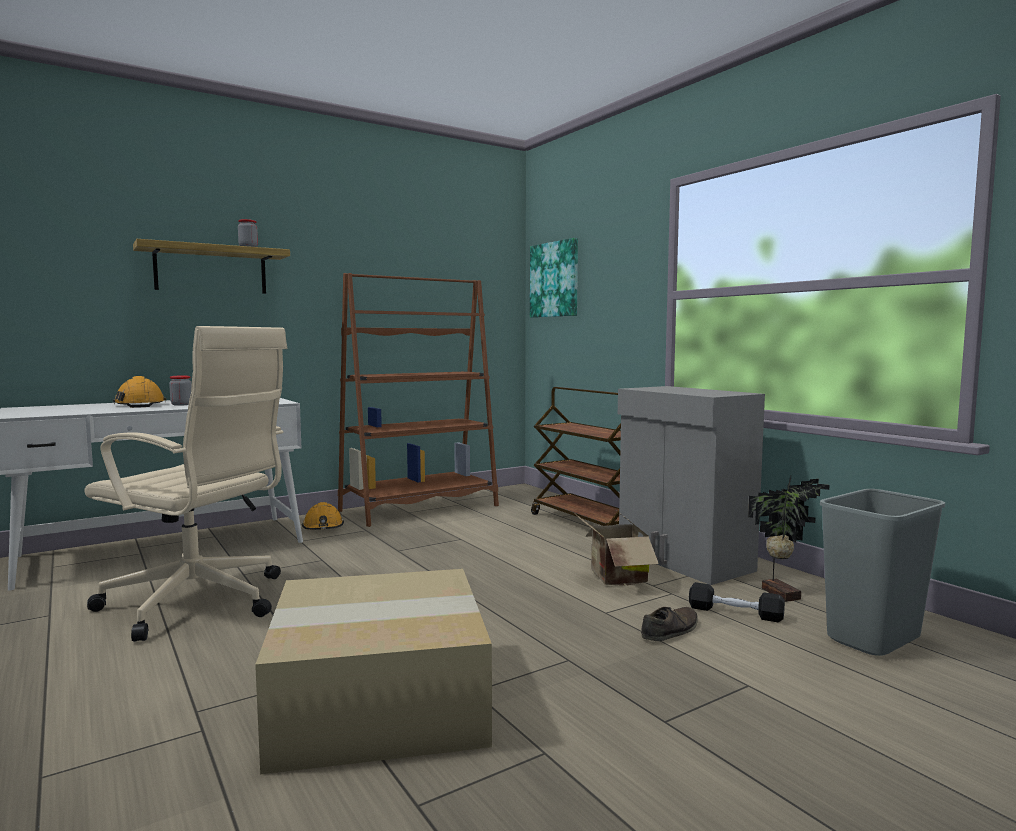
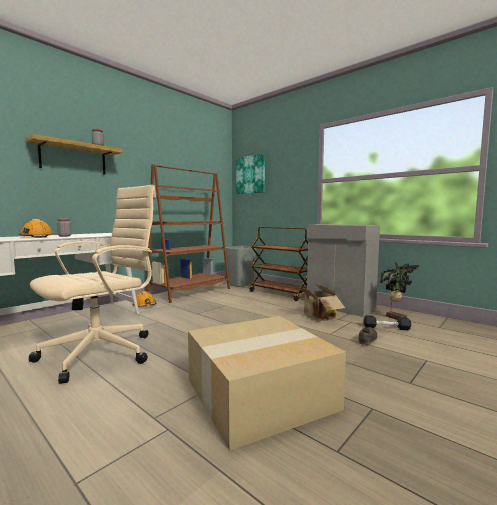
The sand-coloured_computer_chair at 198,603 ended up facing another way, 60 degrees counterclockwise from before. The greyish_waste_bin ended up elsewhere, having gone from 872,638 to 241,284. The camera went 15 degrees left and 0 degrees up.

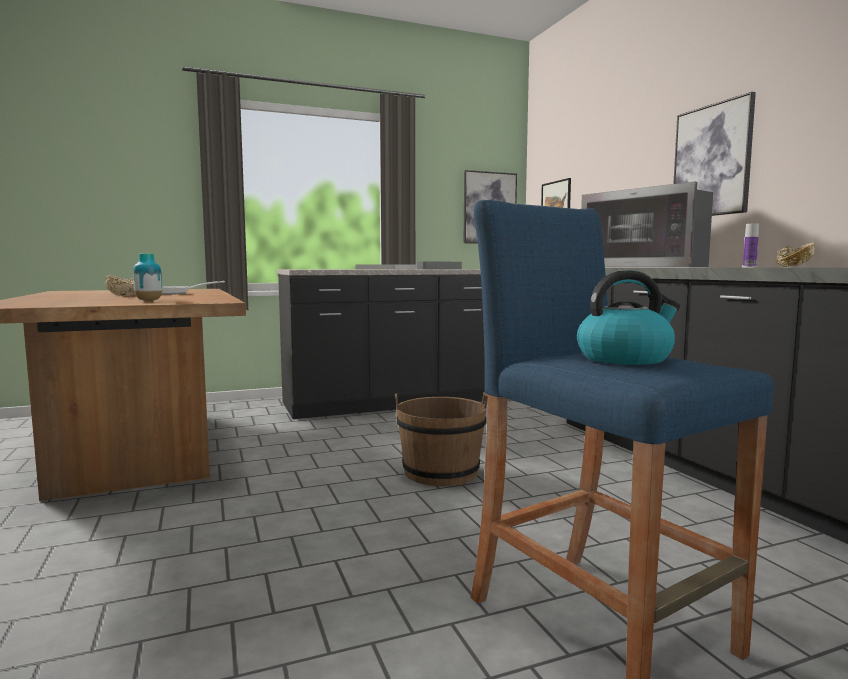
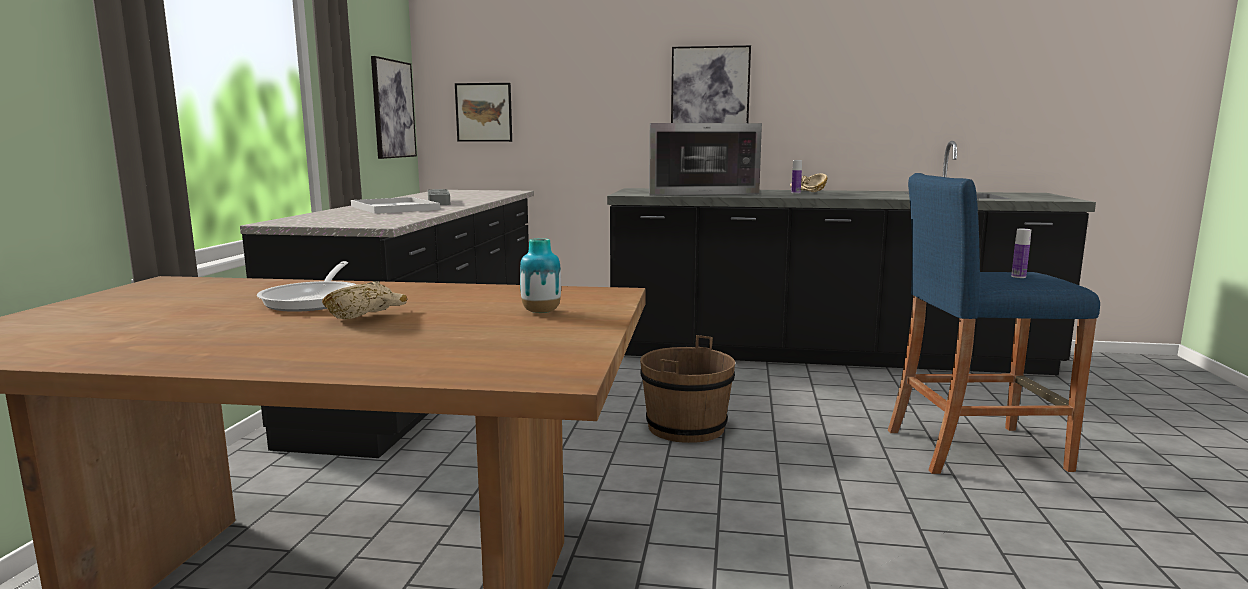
Where the kettle stood at 625,358, the beverage_bottle came to stand at 1018,276. The camera went 60 degrees left and 5 degrees up.

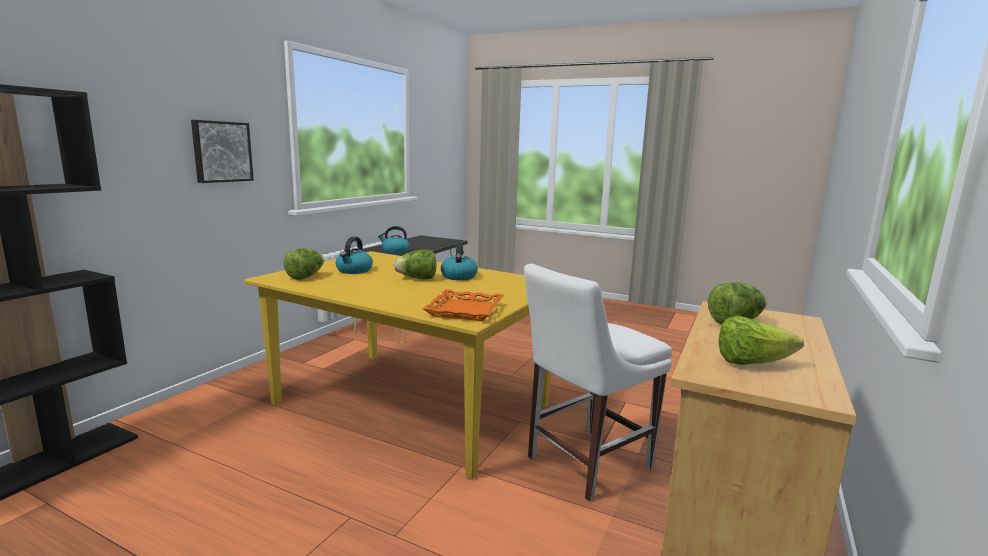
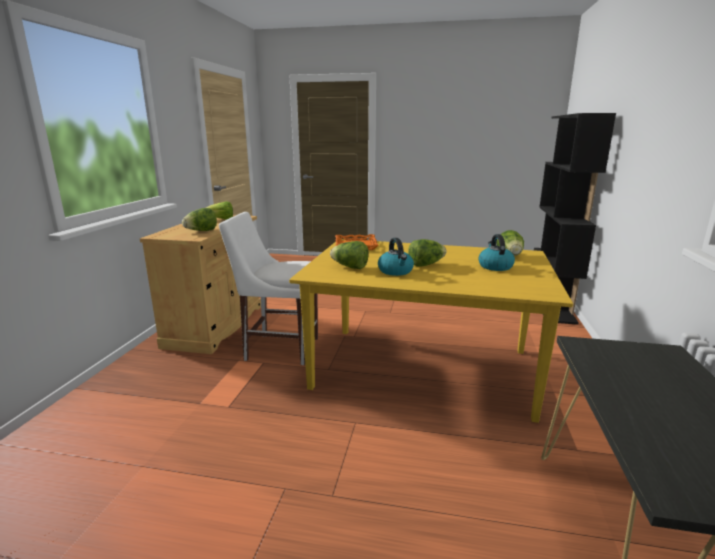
The whitish_upright_chair at 584,463 ended up facing another way, 120 degrees counterclockwise from before. The second view gained the lettuce at 350,267. The second view lost the picture at 221,151. The second view lost the kettle at 395,251. The camera went 165 degrees right and 5 degrees up.

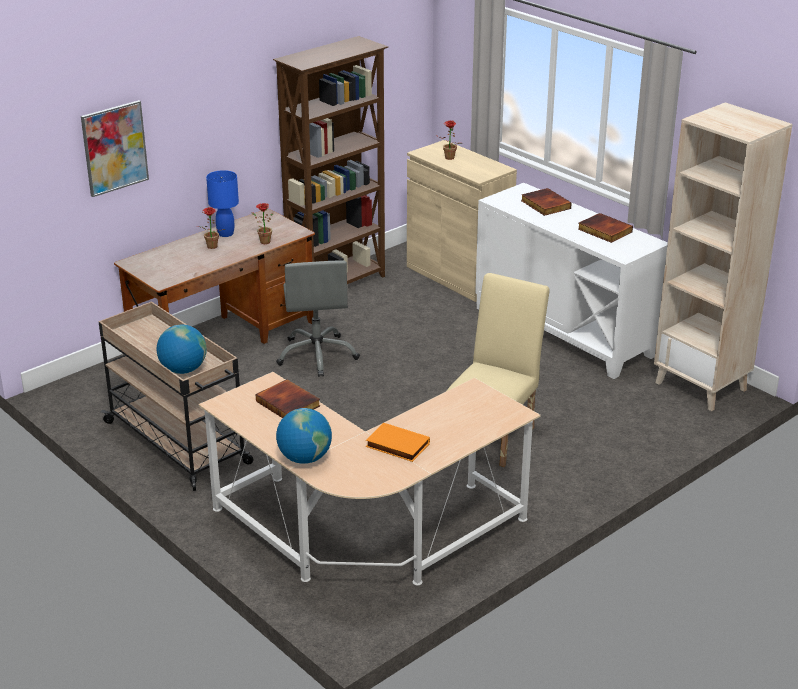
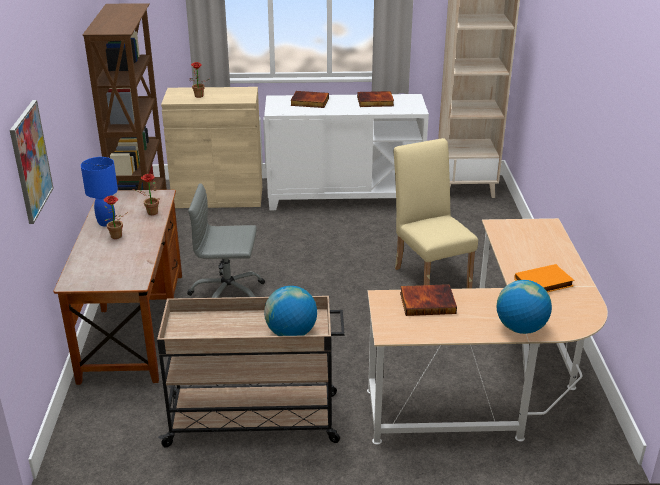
The greyish_computer_chair at 317,355 ended up facing another way, 150 degrees clockwise from before. The camera went 50 degrees left and 0 degrees up.

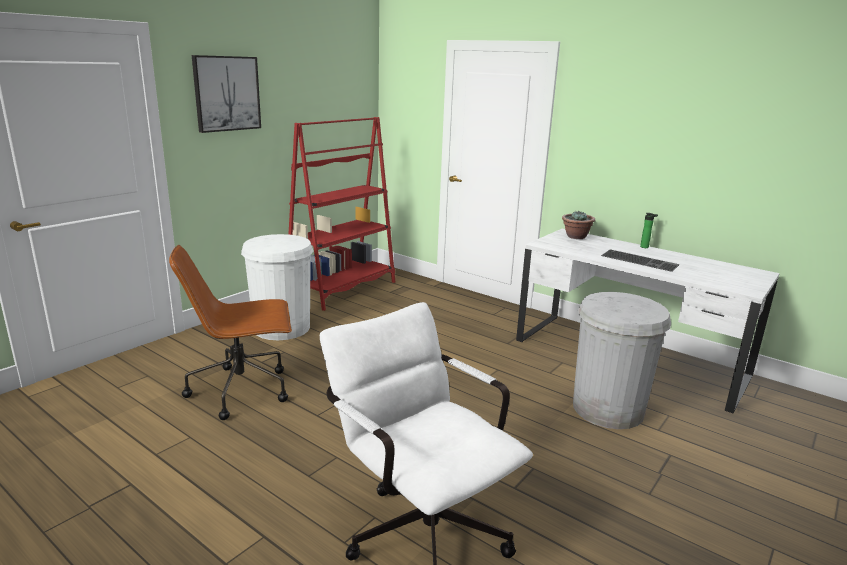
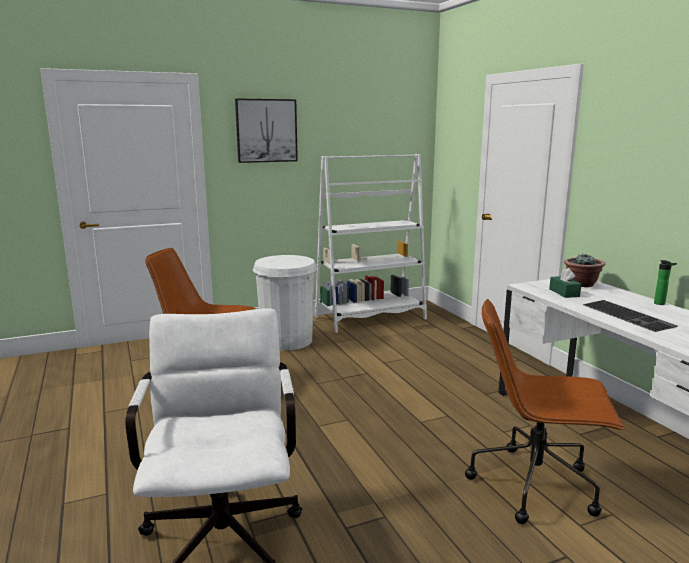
What was the reddish_shelving_unit at 342,289 turned into the whitish_shelving_unit at 370,318. Where the whitish_waste_bin stood at 607,409, the brownish_computer_chair came to stand at 536,485. The second view gained the green_tissue_holder at 564,293. The camera went 30 degrees right and 5 degrees down.

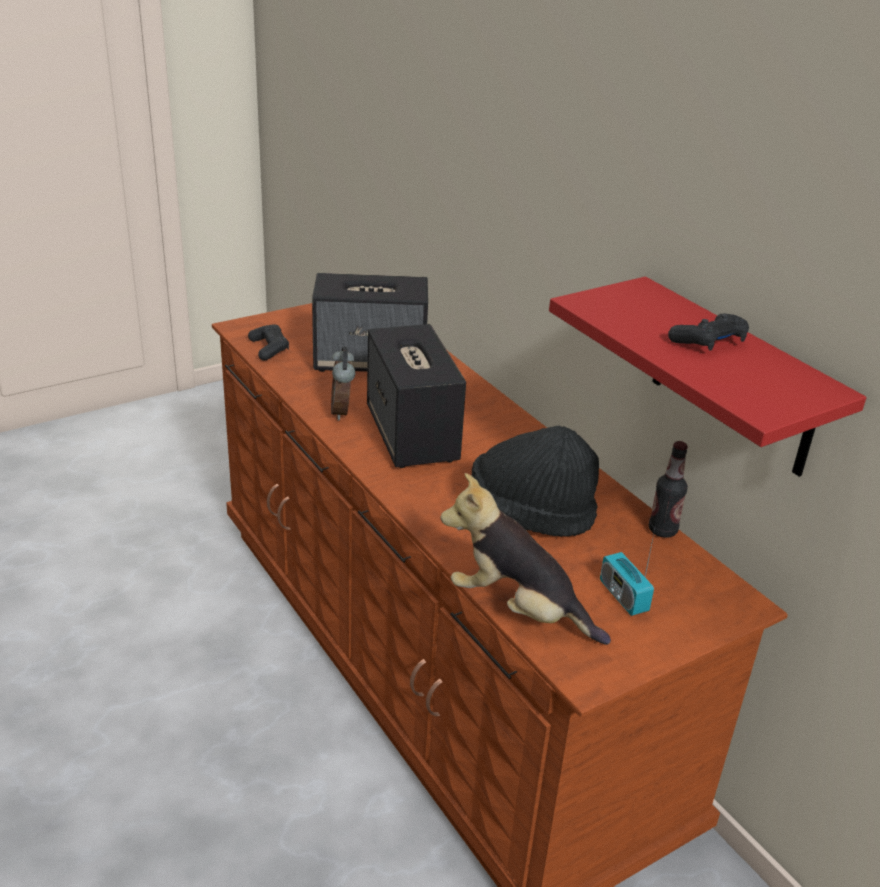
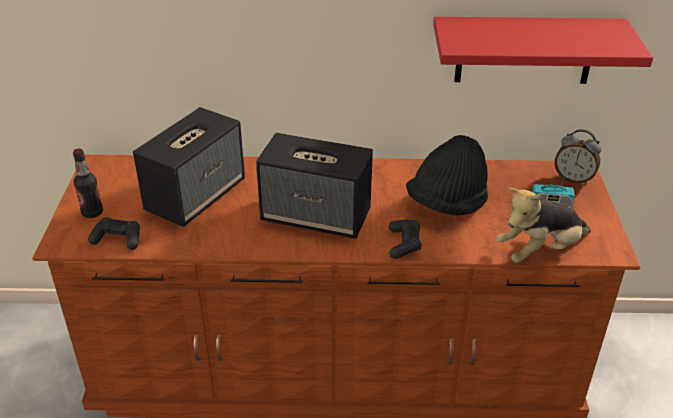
The beverage_bottle ended up elsewhere, having gone from 662,530 to 92,213. The black_game_controller ended up elsewhere, having gone from 709,342 to 404,244. The bedside_clock ended up elsewhere, having gone from 342,411 to 573,178. The camera went 55 degrees left and 5 degrees up.

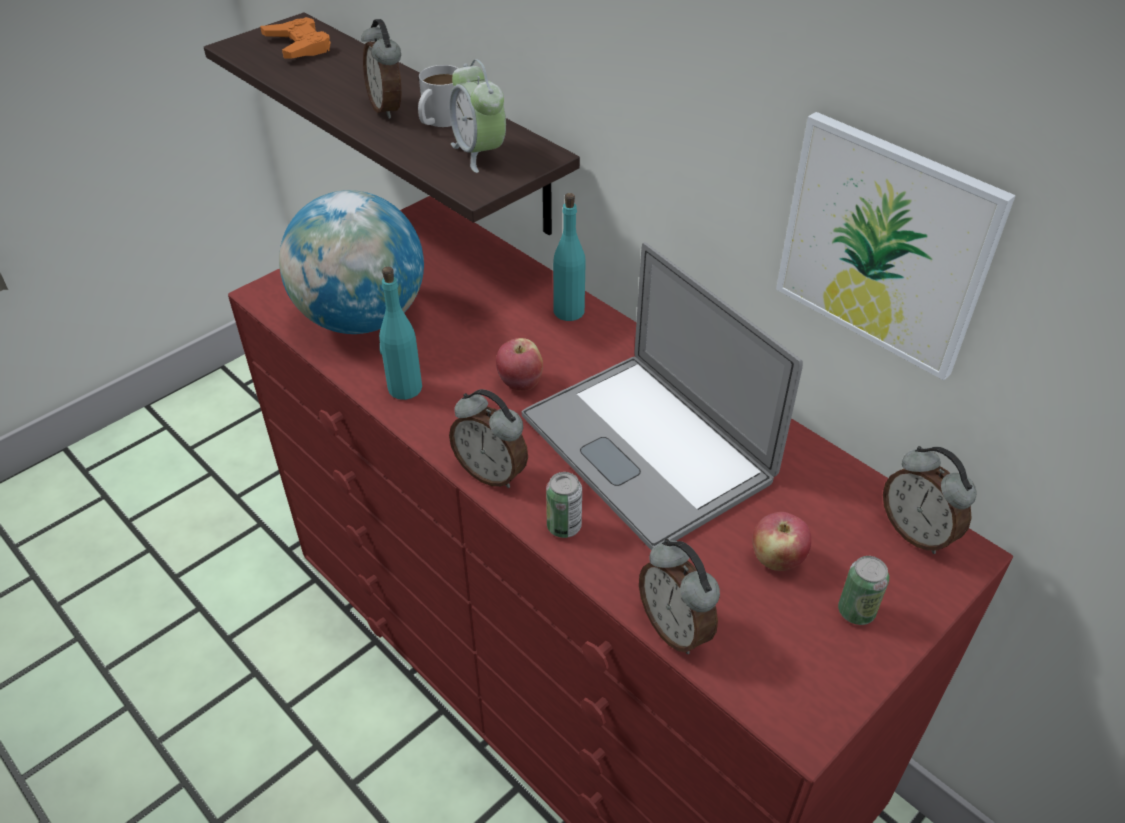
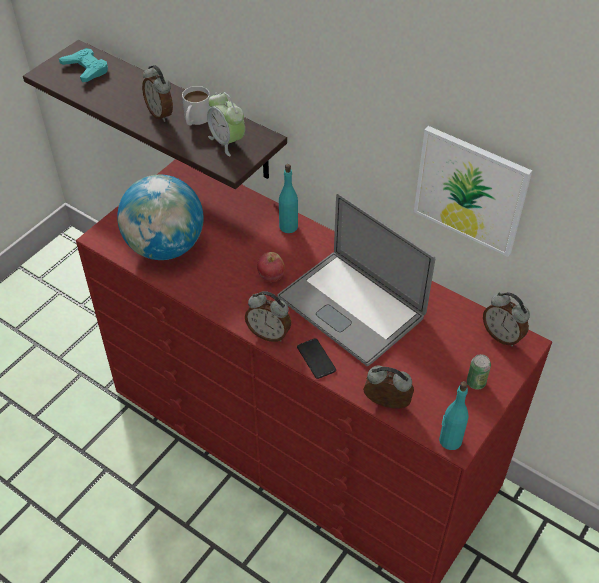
What was the orangey_game_controller at 299,46 turned into the turquoise-coloured_game_controller at 86,69. Where the sealed_can stood at 564,526, the telephone came to stand at 316,359. The bedside_clock at 676,628 ended up facing another way, 150 degrees clockwise from before. The turquoise-coloured_beverage_bottle ended up elsewhere, having gone from 404,388 to 450,440. The second view lost the whole_apple at 776,559. The camera went 10 degrees left and 5 degrees up.

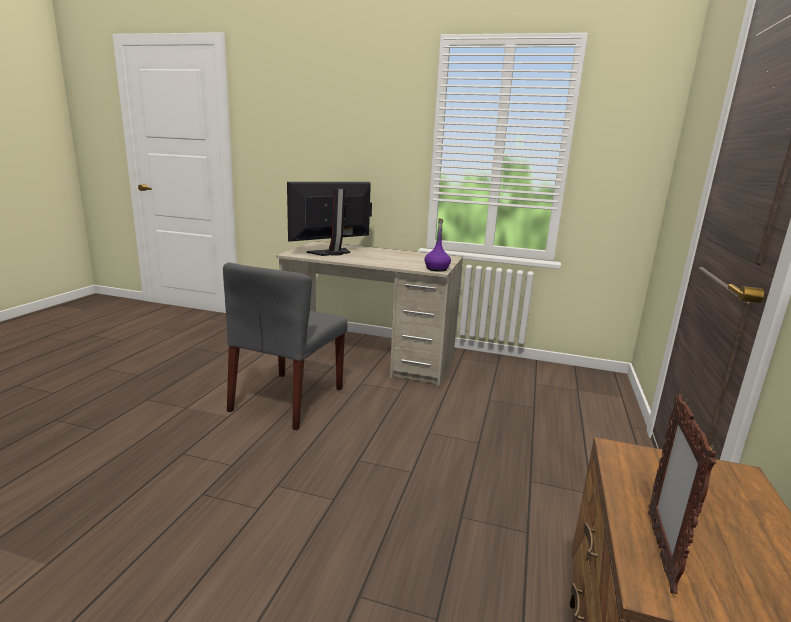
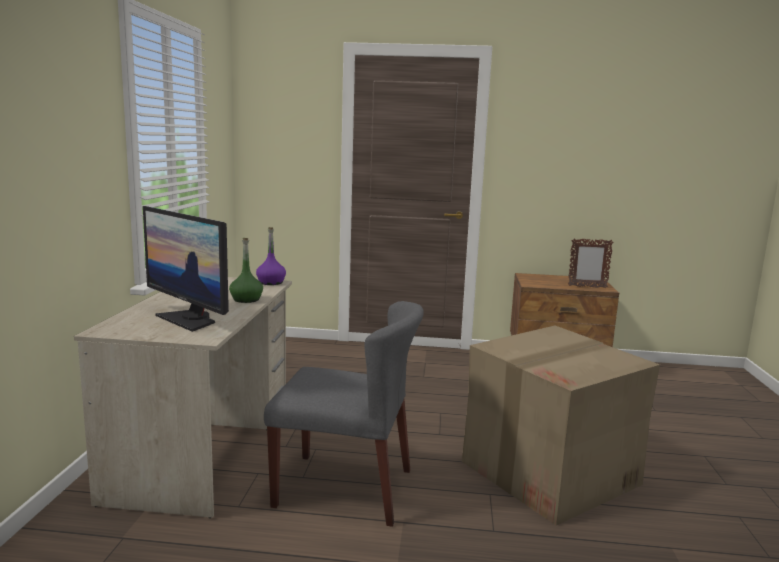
The second view gained the green_beverage_bottle at 246,299. The second view gained the cardboard_box at 550,472. The camera went 100 degrees left and 5 degrees down.

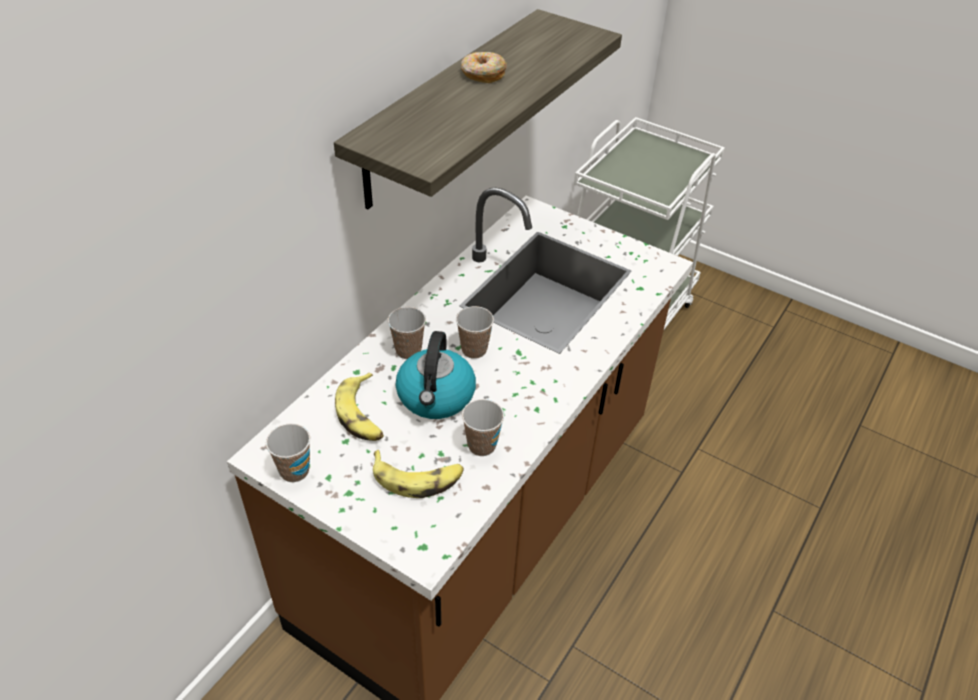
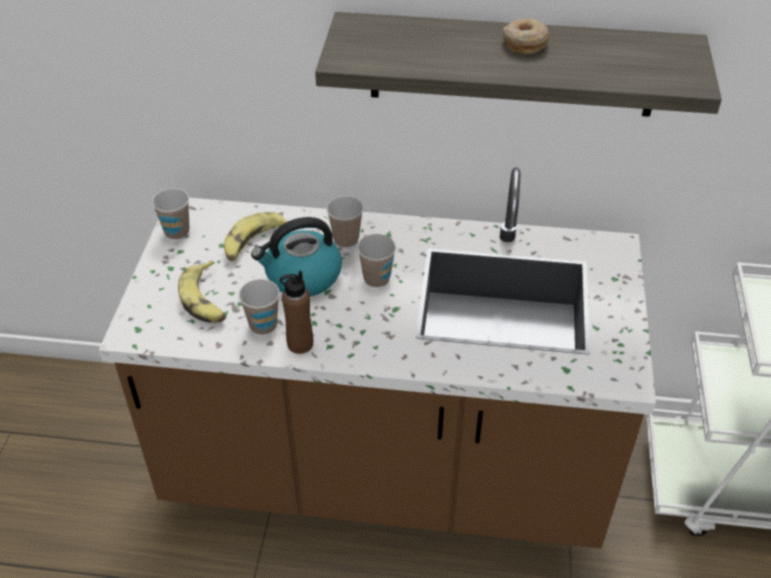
The second view gained the brownish_beverage_bottle at 300,344. The camera went 65 degrees right and 0 degrees up.

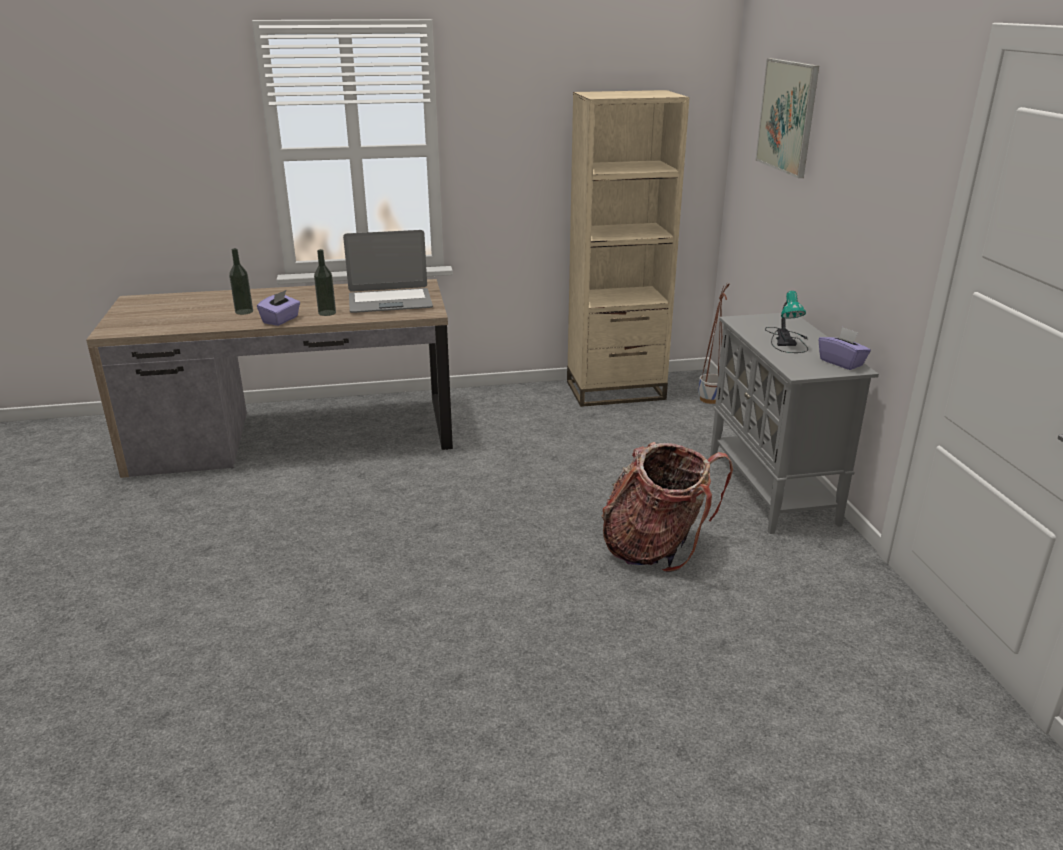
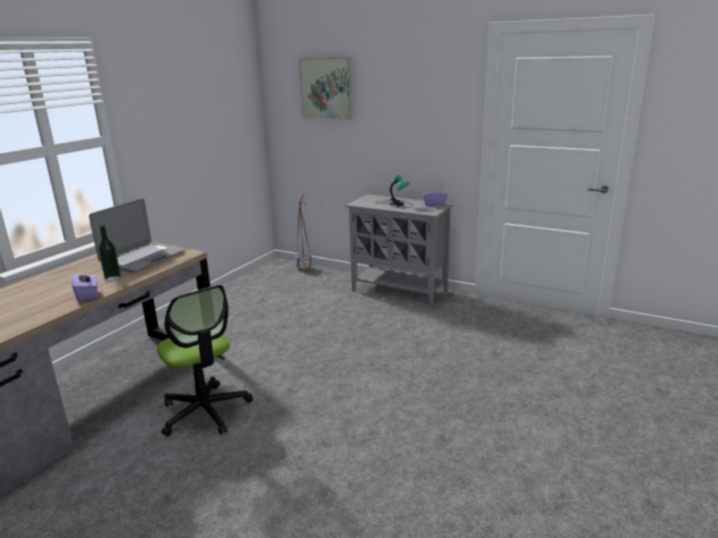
The second view gained the computer_chair at 205,411. The second view lost the beverage_bottle at 244,311. The second view lost the sand-coloured_shelving_unit at 615,390. The second view lost the rucksack at 656,548. The camera went 50 degrees left and 5 degrees down.

